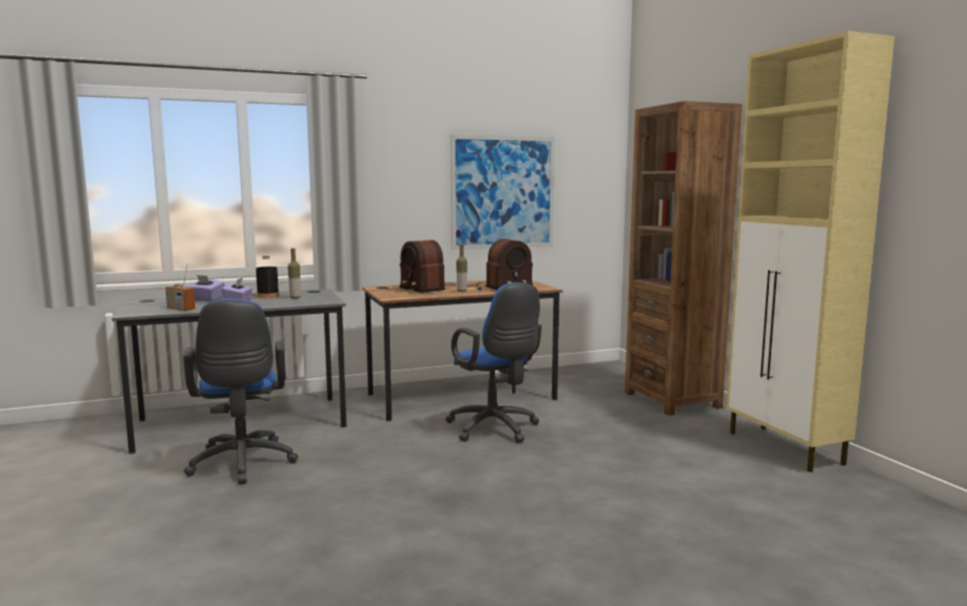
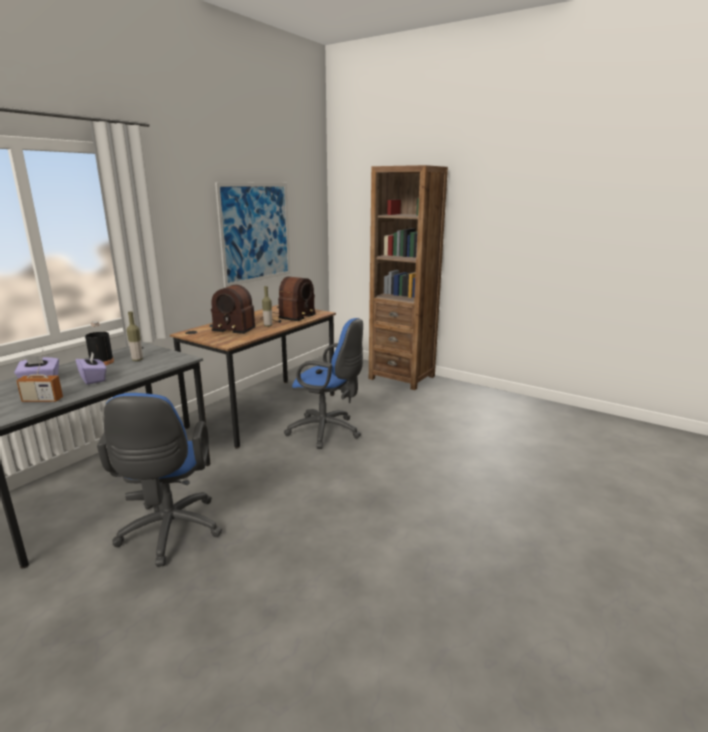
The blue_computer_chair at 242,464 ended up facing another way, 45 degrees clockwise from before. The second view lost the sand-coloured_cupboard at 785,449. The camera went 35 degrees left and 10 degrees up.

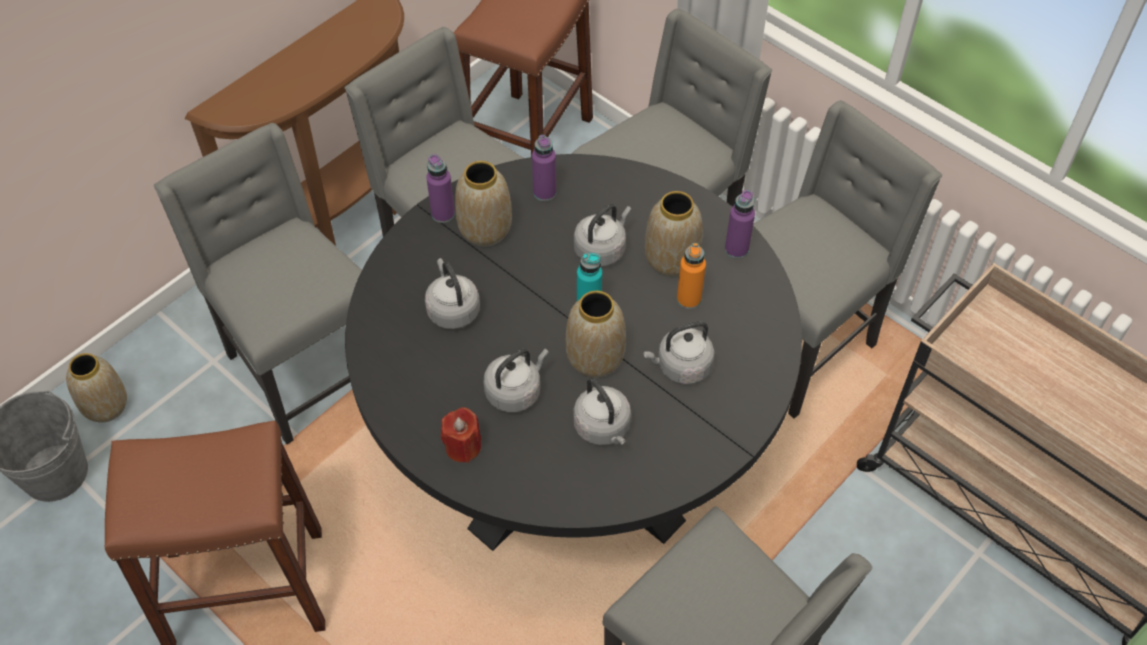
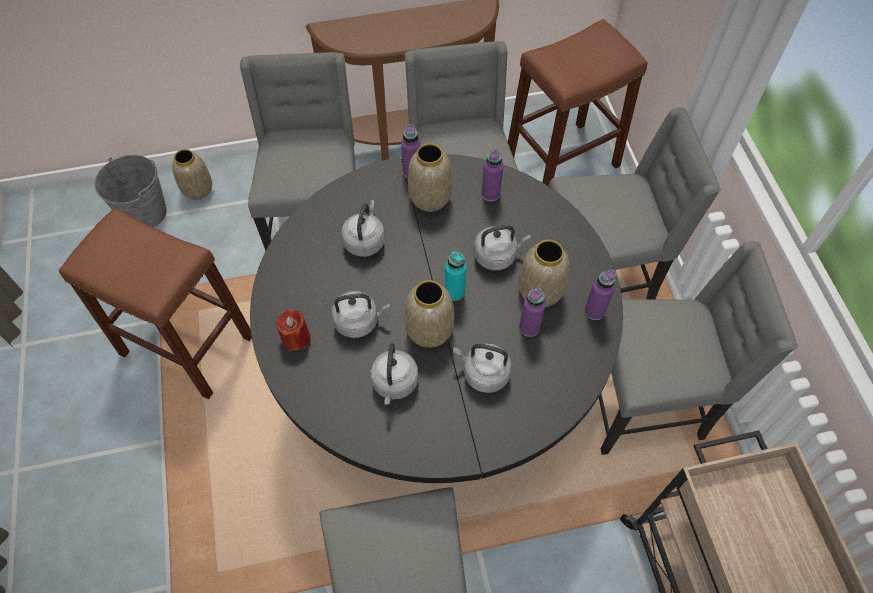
What was the orangey_beverage_bottle at 688,299 turned into the purple-coloured_beverage_bottle at 529,327. The camera went 35 degrees right and 5 degrees up.

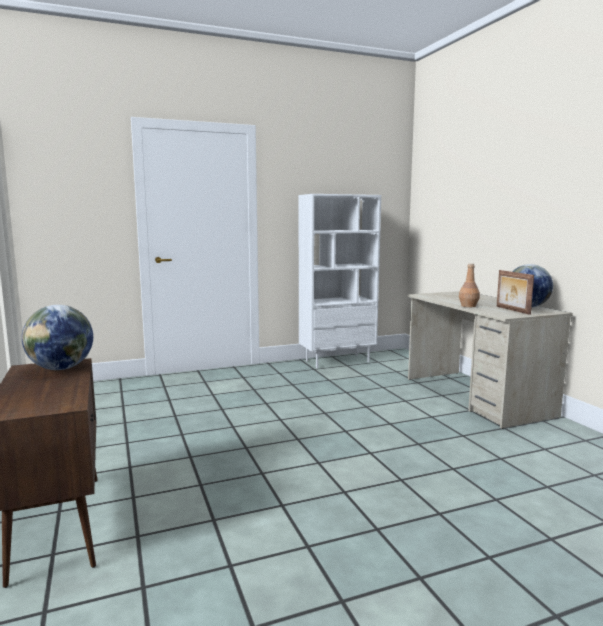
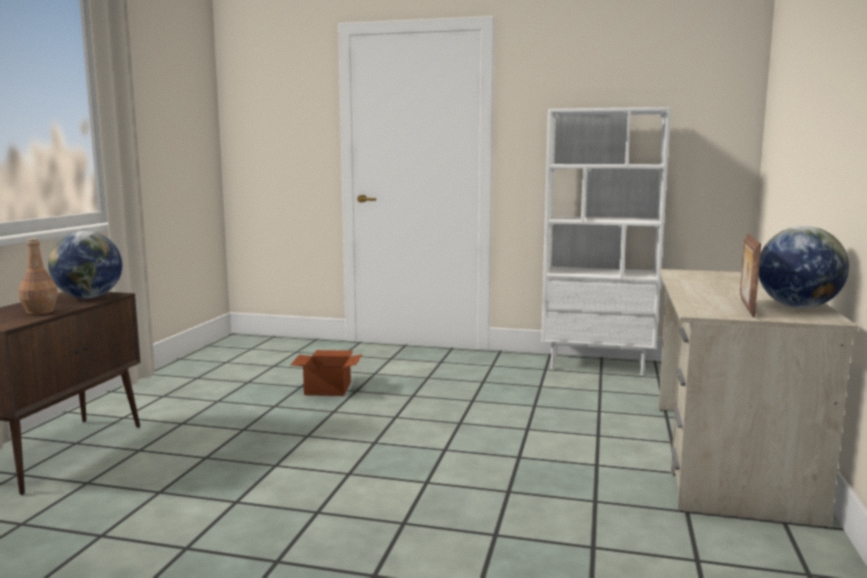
The brownish_beverage_bottle ended up elsewhere, having gone from 468,306 to 40,311. The second view gained the cardboard_box at 329,389. The camera went 35 degrees right and 0 degrees up.

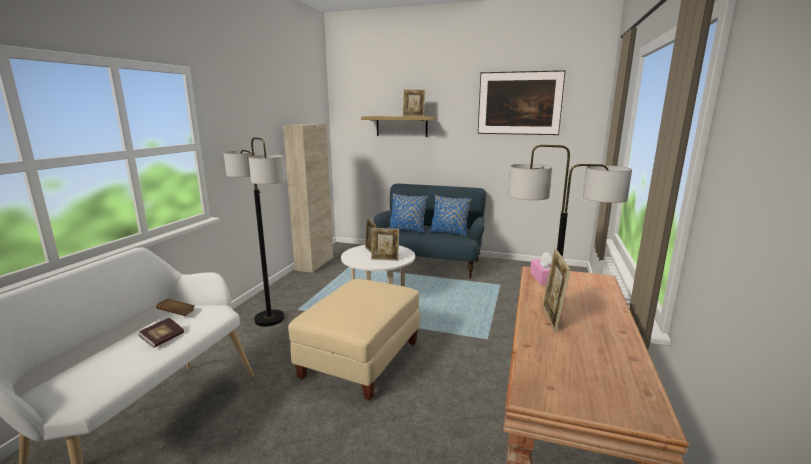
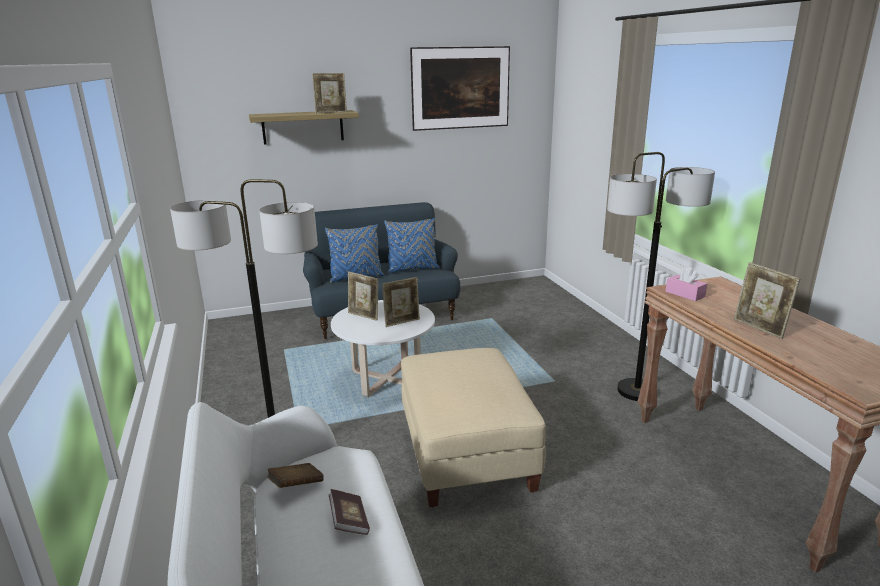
The second view lost the sand-coloured_cupboard at 315,263. The camera went 35 degrees left and 5 degrees up.

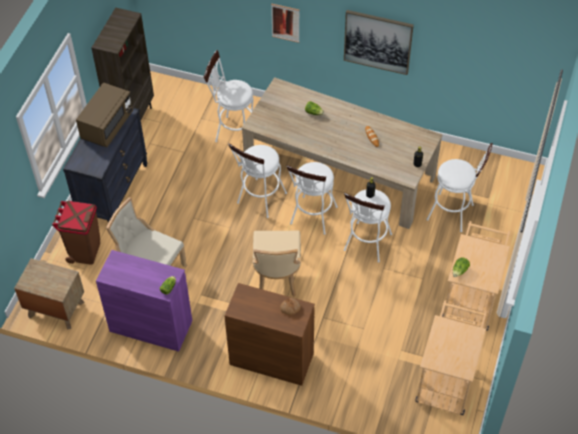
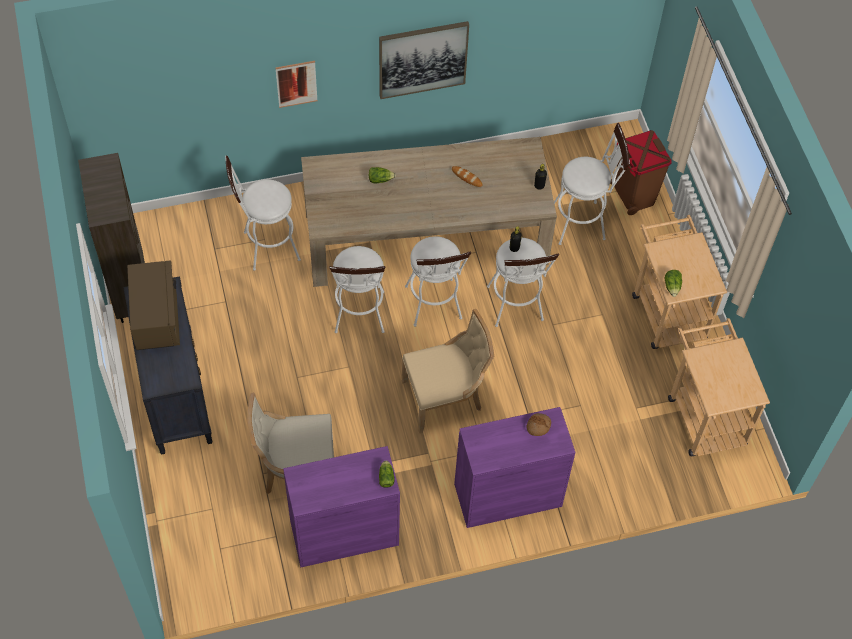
The sand-coloured_upright_chair at 277,277 ended up facing another way, 75 degrees counterclockwise from before. What was the brownish_cupboard at 271,359 turned into the purple-coloured_cupboard at 508,495. The brownish_waste_bin ended up elsewhere, having gone from 84,251 to 633,196. The second view lost the brownish_bedside_table at 55,309. The camera went 35 degrees left and 5 degrees up.

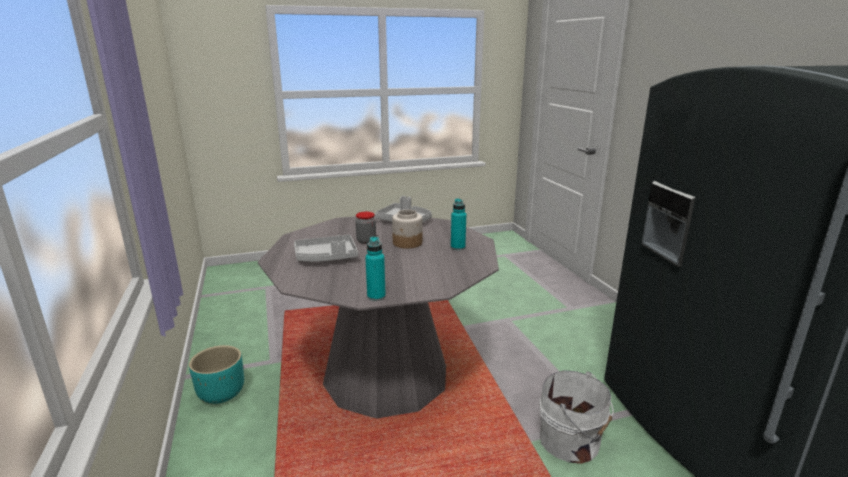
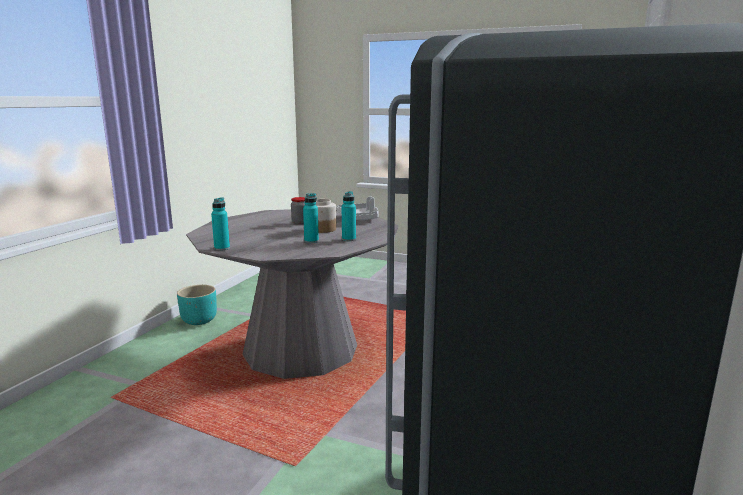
The second view gained the turquoise-coloured_beverage_bottle at 311,241. The second view lost the greyish_carrying_tray at 326,257. The second view lost the whitish_bucket at 572,442. The camera went 40 degrees right and 5 degrees down.

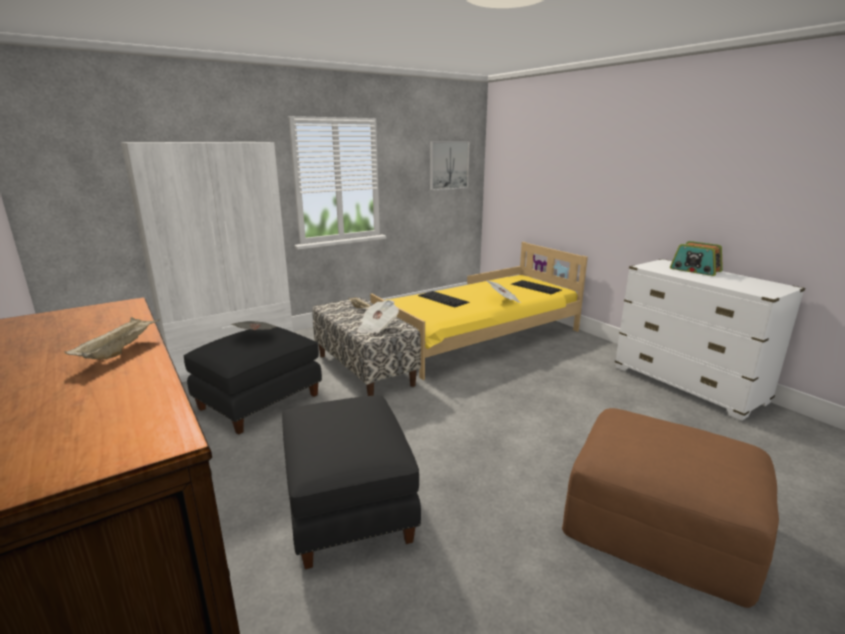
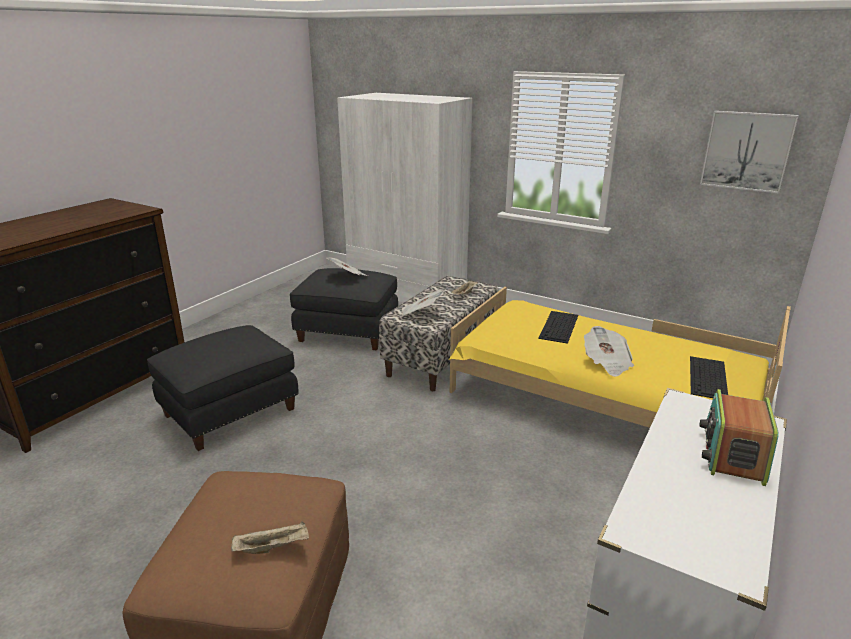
The sand-coloured_carrying_tray ended up elsewhere, having gone from 119,351 to 273,547. The camera went 65 degrees right and 5 degrees up.

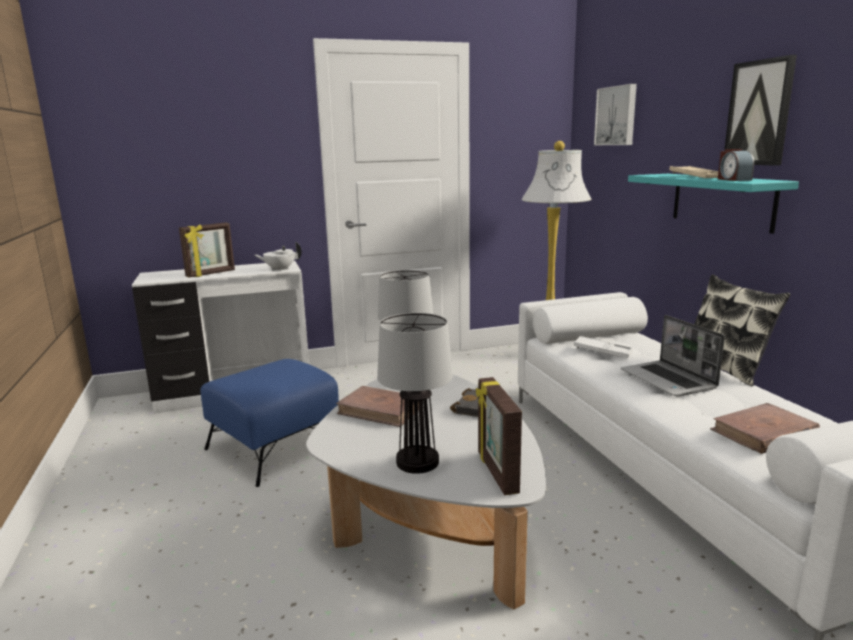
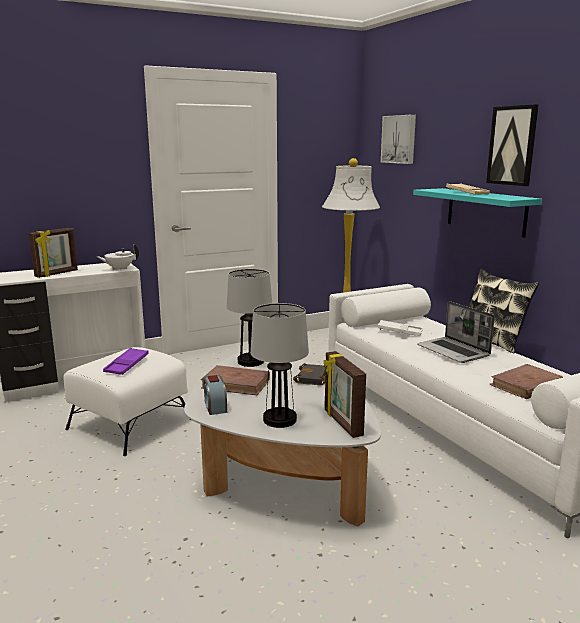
What was the blue_footrest at 276,447 turned into the whitish_footrest at 131,424. The second view gained the purple-coloured_carrying_tray at 127,365. The bedside_clock ended up elsewhere, having gone from 733,179 to 215,407. The camera went 10 degrees left and 0 degrees up.

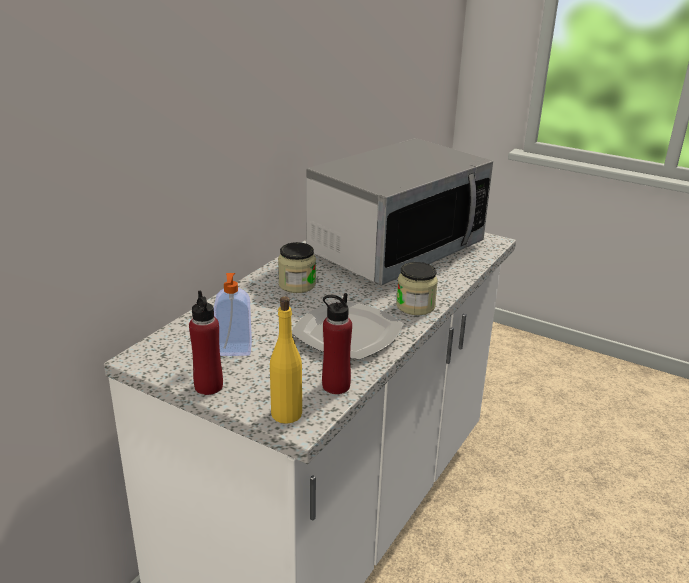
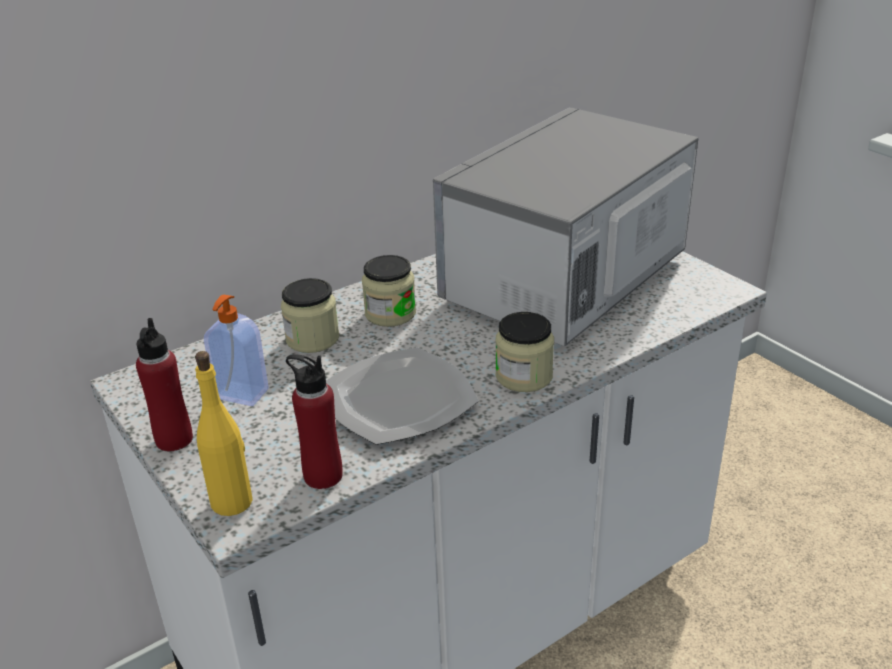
The second view gained the preserve_jar at 312,339. The kitchen_microwave at 395,250 ended up facing another way, 150 degrees clockwise from before. The camera went 25 degrees right and 5 degrees up.

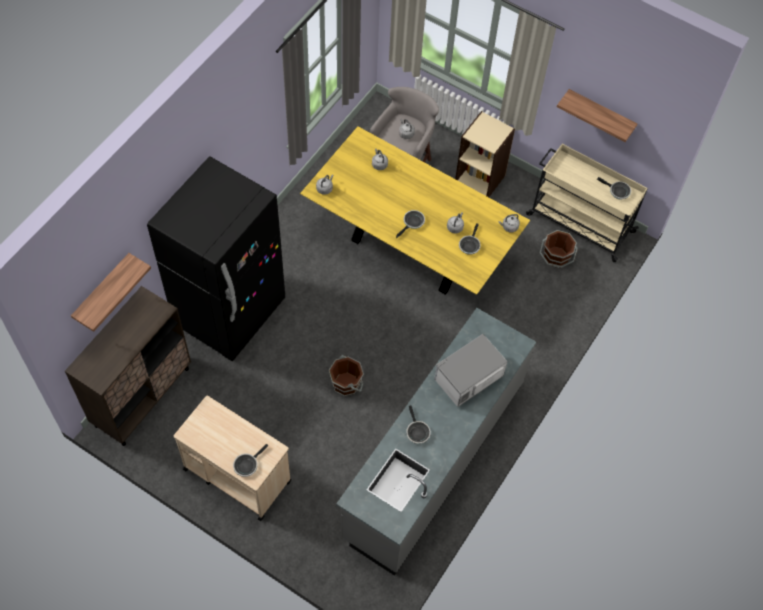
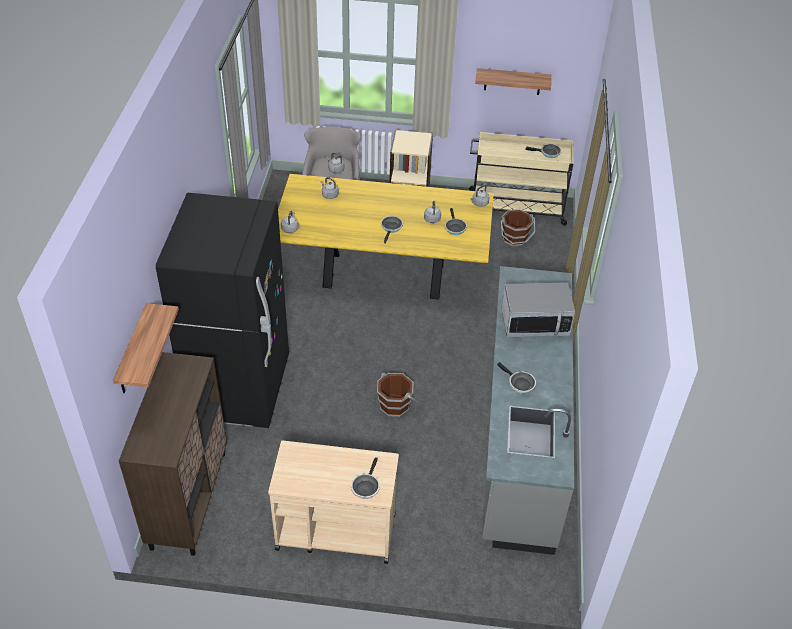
The kitchen_microwave at 468,379 ended up facing another way, 120 degrees counterclockwise from before. The camera went 25 degrees left and 15 degrees down.

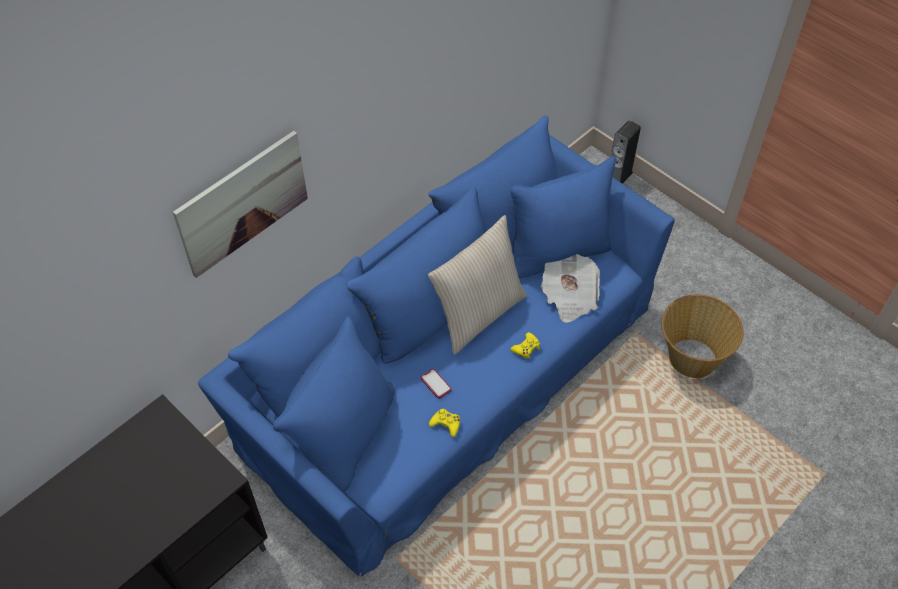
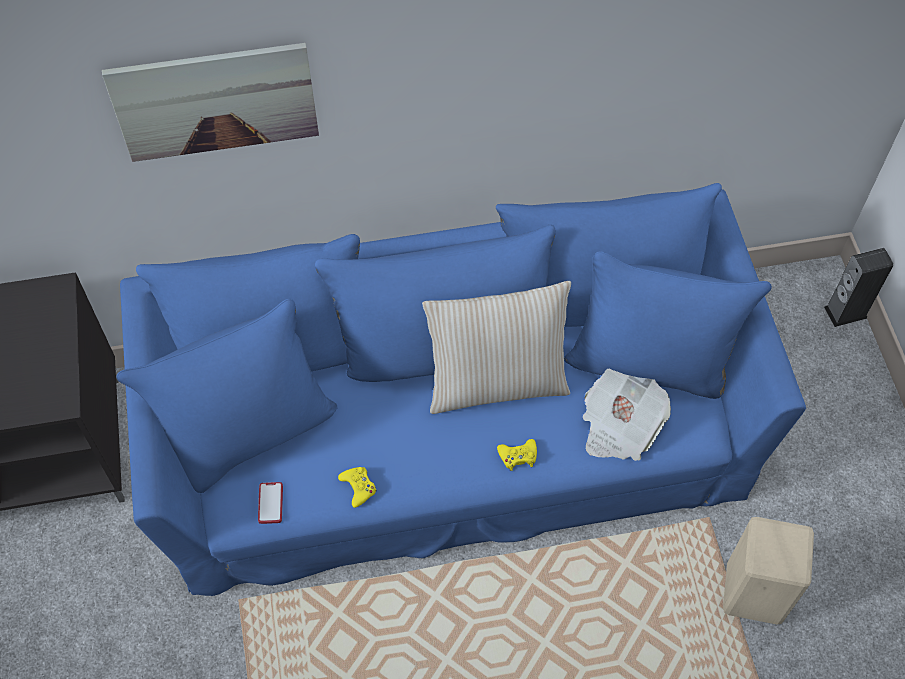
The telephone ended up elsewhere, having gone from 435,384 to 270,503. Where the basket stood at 691,358, the sand-coloured_stool came to stand at 755,591. The camera went 35 degrees right and 5 degrees up.

